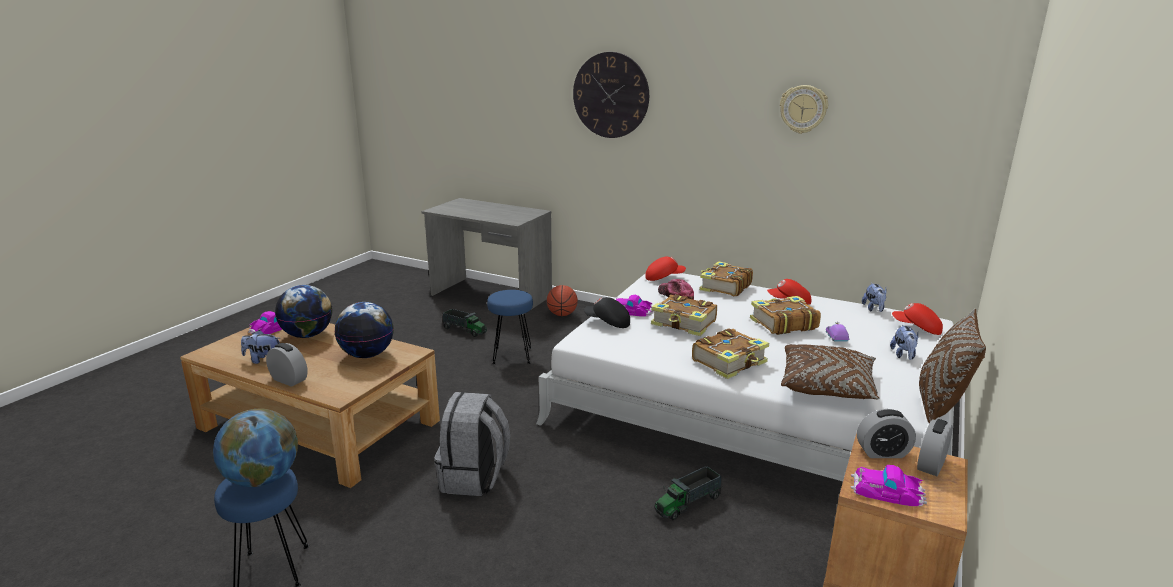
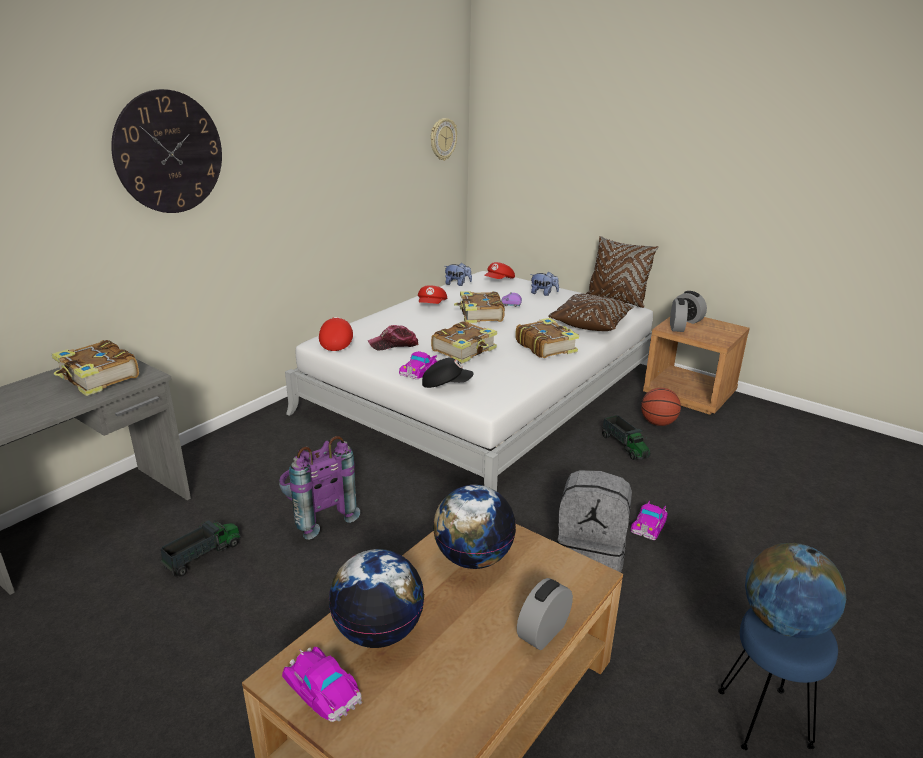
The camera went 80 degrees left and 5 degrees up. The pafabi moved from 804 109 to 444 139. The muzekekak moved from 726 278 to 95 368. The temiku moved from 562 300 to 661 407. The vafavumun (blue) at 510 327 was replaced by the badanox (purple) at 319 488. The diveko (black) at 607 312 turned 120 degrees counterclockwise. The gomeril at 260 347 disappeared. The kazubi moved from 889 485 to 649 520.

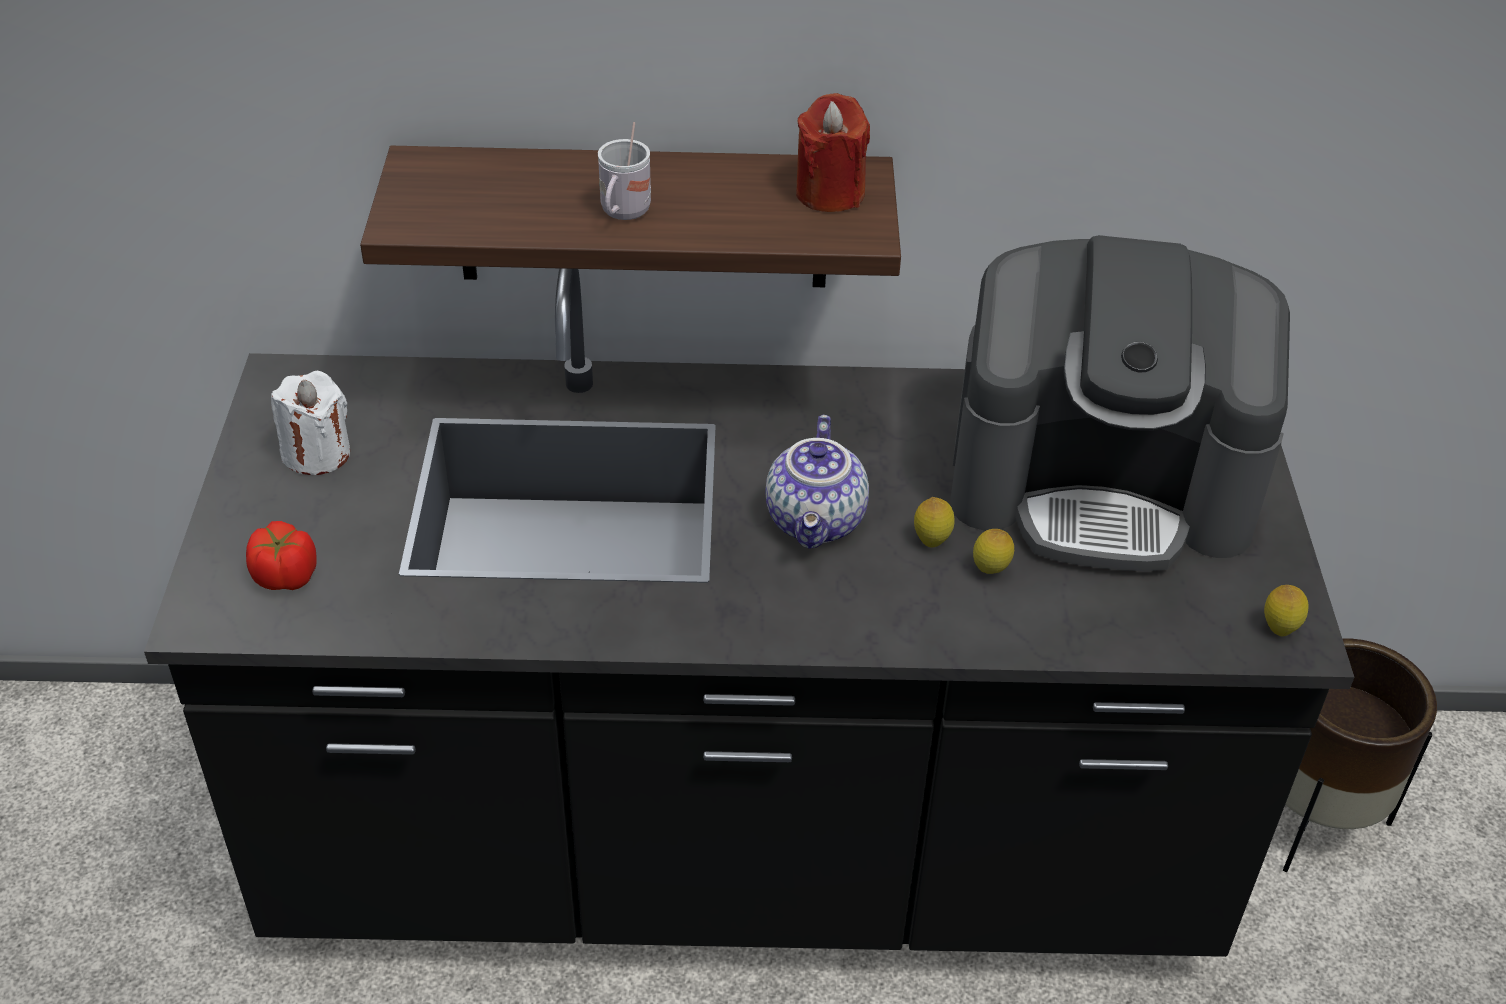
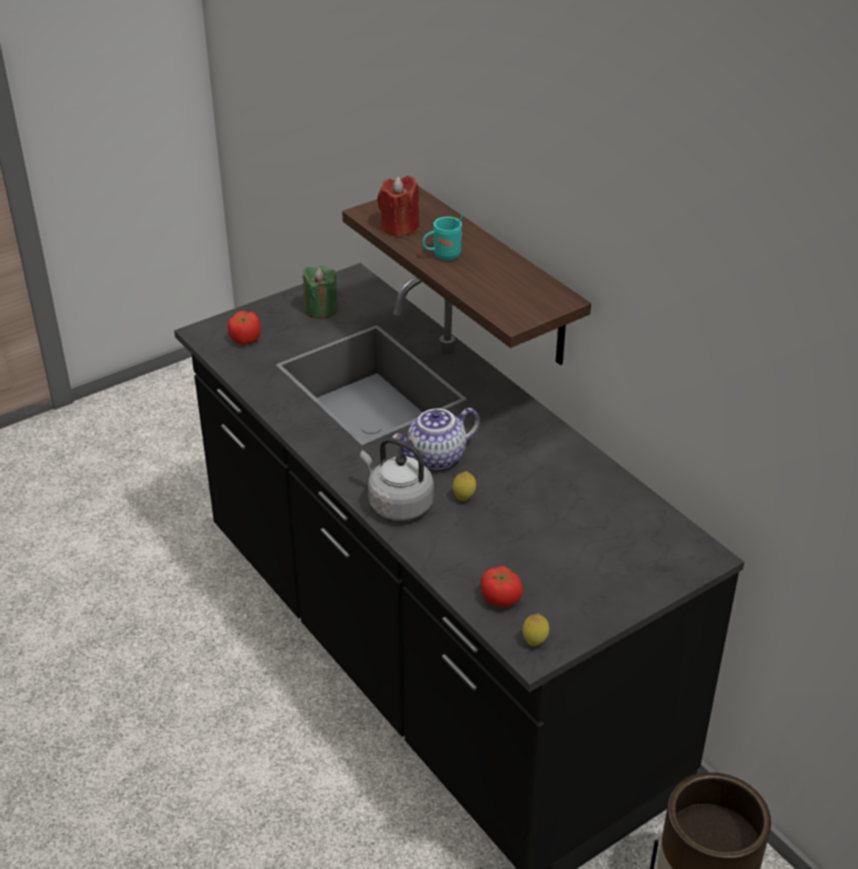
The camera went 55 degrees right and 5 degrees down. The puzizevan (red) moved from 833 152 to 398 206. The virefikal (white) at 624 171 became the virefikal (turquoise) at 443 236. The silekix at 1120 403 disappeared. The puzizevan (white) at 310 423 became the puzizevan (green) at 320 292. The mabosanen at 993 551 disappeared. The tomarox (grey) at 397 479 appeared. The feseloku at 501 586 appeared.

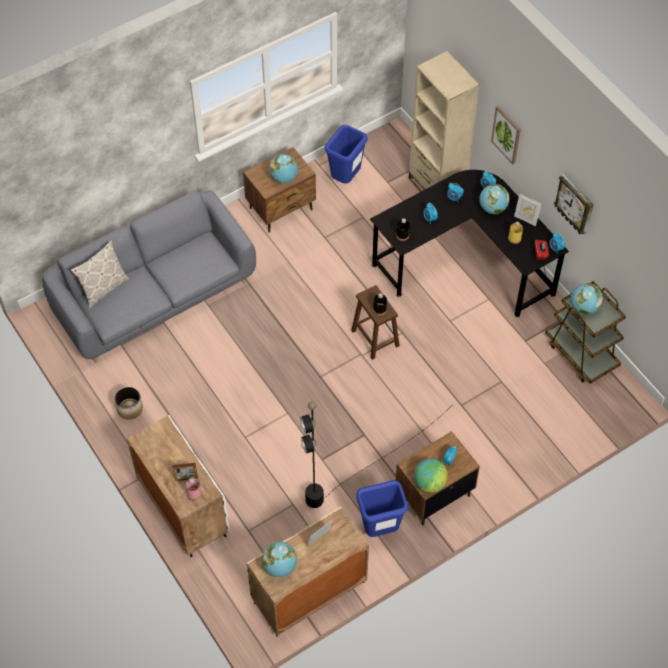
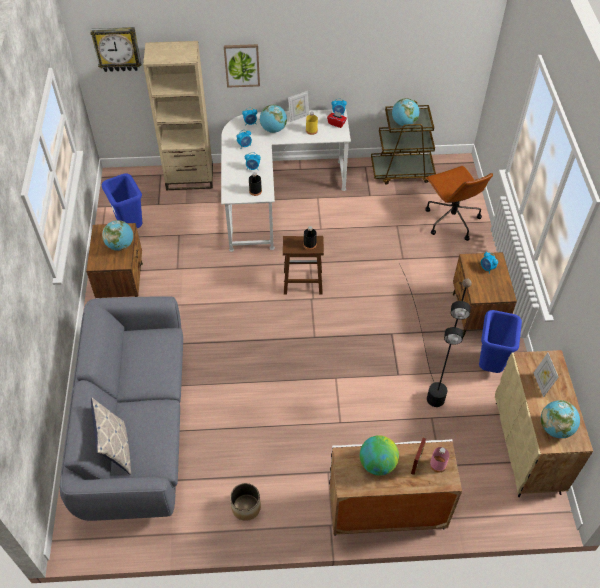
The camera went 60 degrees left and 5 degrees down. The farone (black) at 469 243 became the farone (white) at 286 180. The pafabi moved from 574 204 to 115 49. The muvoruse moved from 431 476 to 379 455. The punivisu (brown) at 459 203 appeared.

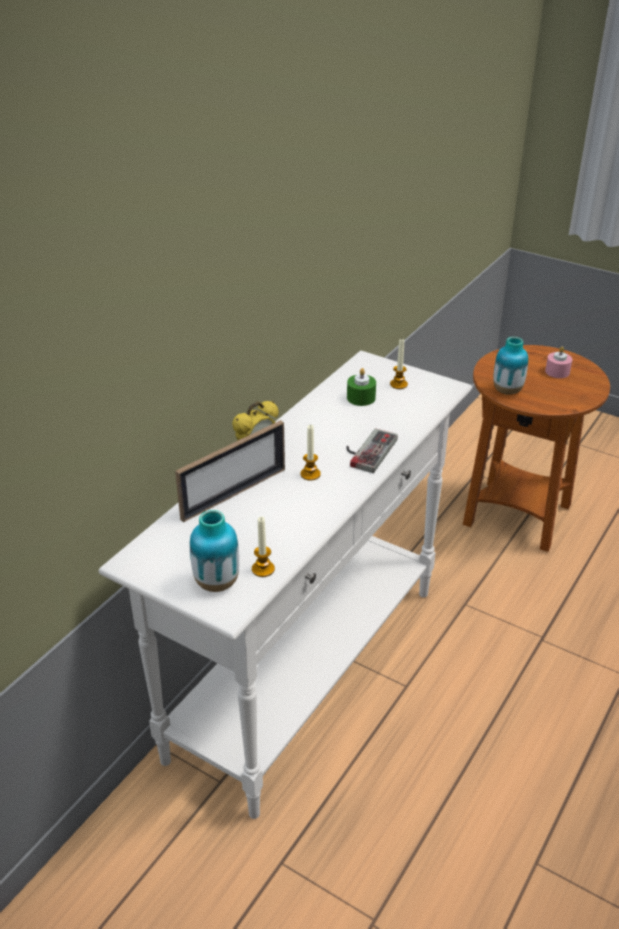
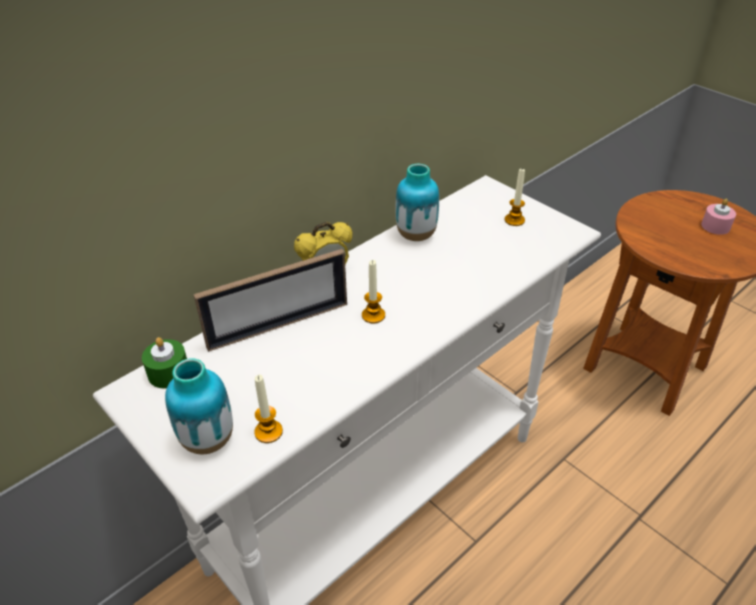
The camera went 15 degrees right and 5 degrees up. The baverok moved from 510 366 to 417 202. The puzizevan (green) moved from 361 387 to 164 362. The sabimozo at 372 450 disappeared.

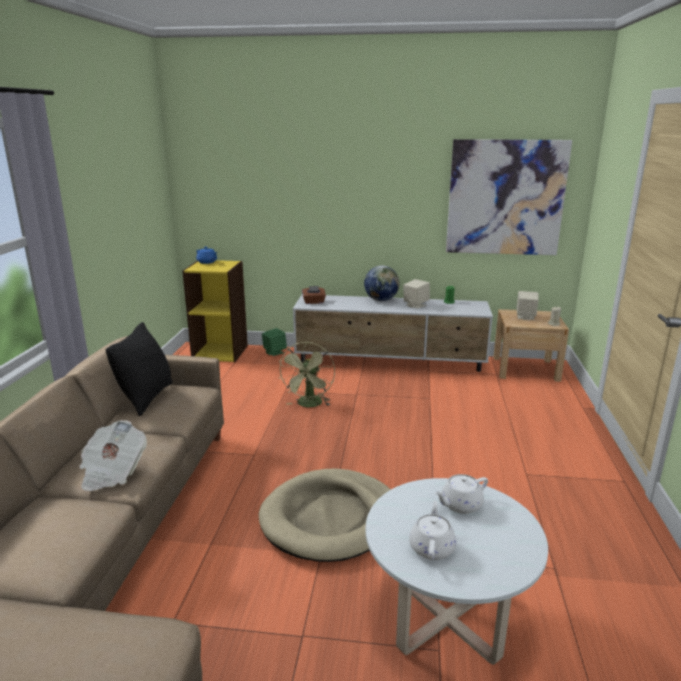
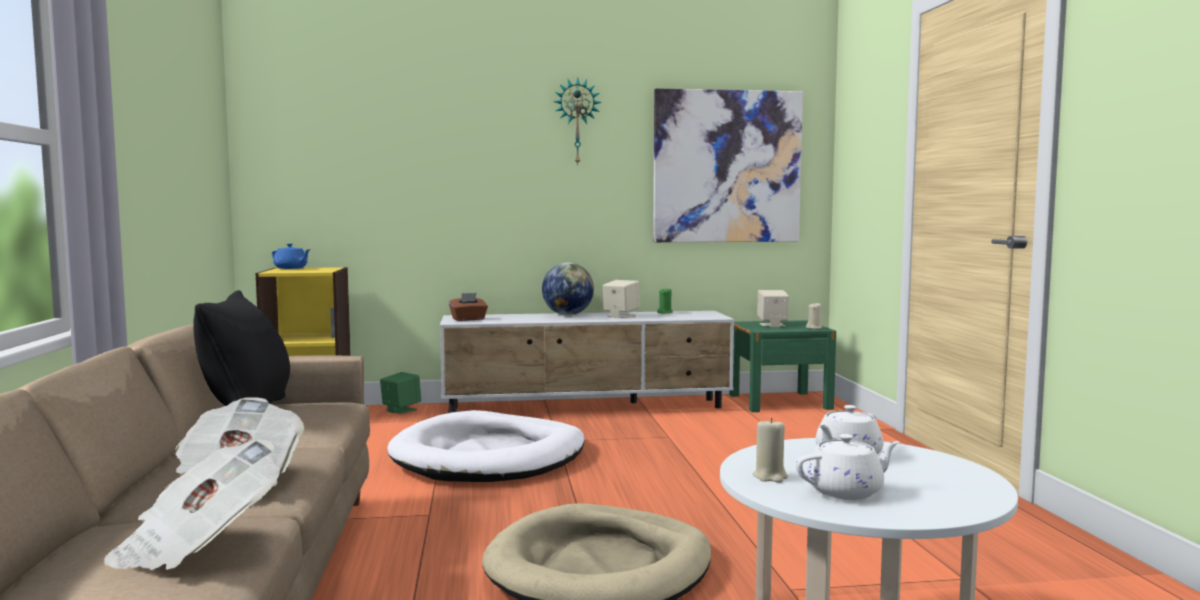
The camera went 15 degrees left and 15 degrees down. The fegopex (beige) at 531 345 became the fegopex (green) at 782 366. The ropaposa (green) at 307 374 was replaced by the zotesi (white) at 486 446. The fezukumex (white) at 432 530 turned 75 degrees clockwise. The pafabi at 577 121 appeared. The puzizevan (beige) at 770 450 appeared. The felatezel at 192 505 appeared.

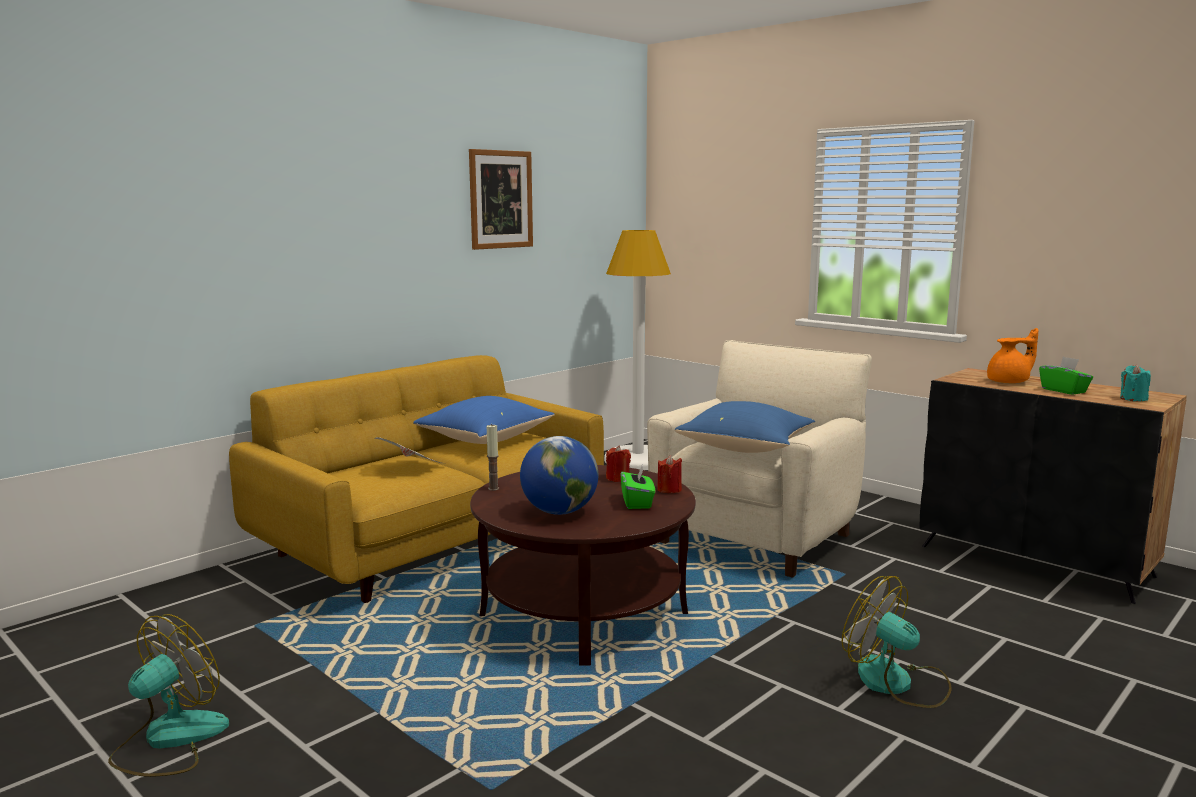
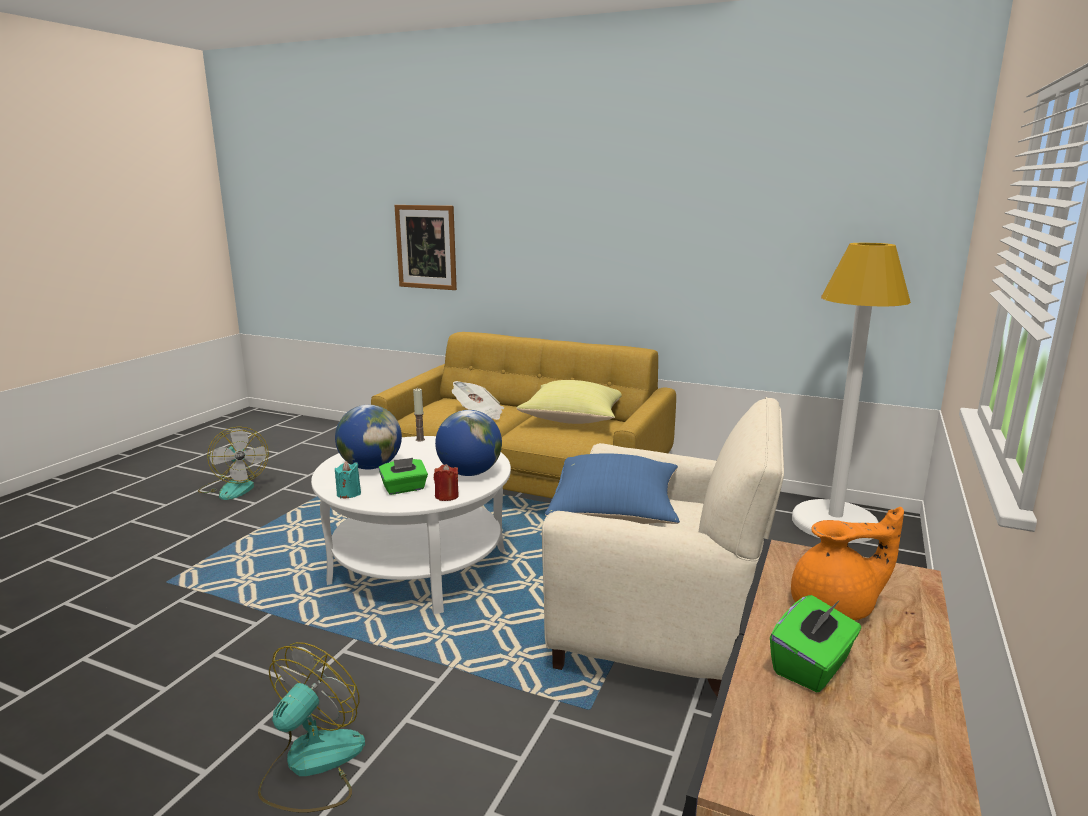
The camera went 70 degrees right and 5 degrees up. The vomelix moved from 501 199 to 425 247. The fezukumex (orange) at 1012 355 turned 60 degrees counterclockwise. The puzizevan (turquoise) moved from 1135 383 to 348 479. The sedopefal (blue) at 483 420 became the sedopefal (yellow) at 569 402. The puzizevan (red) at 618 463 was replaced by the muvoruse at 468 443. The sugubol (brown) at 583 565 became the sugubol (white) at 411 525. The ropaposa at 168 695 turned 45 degrees clockwise.

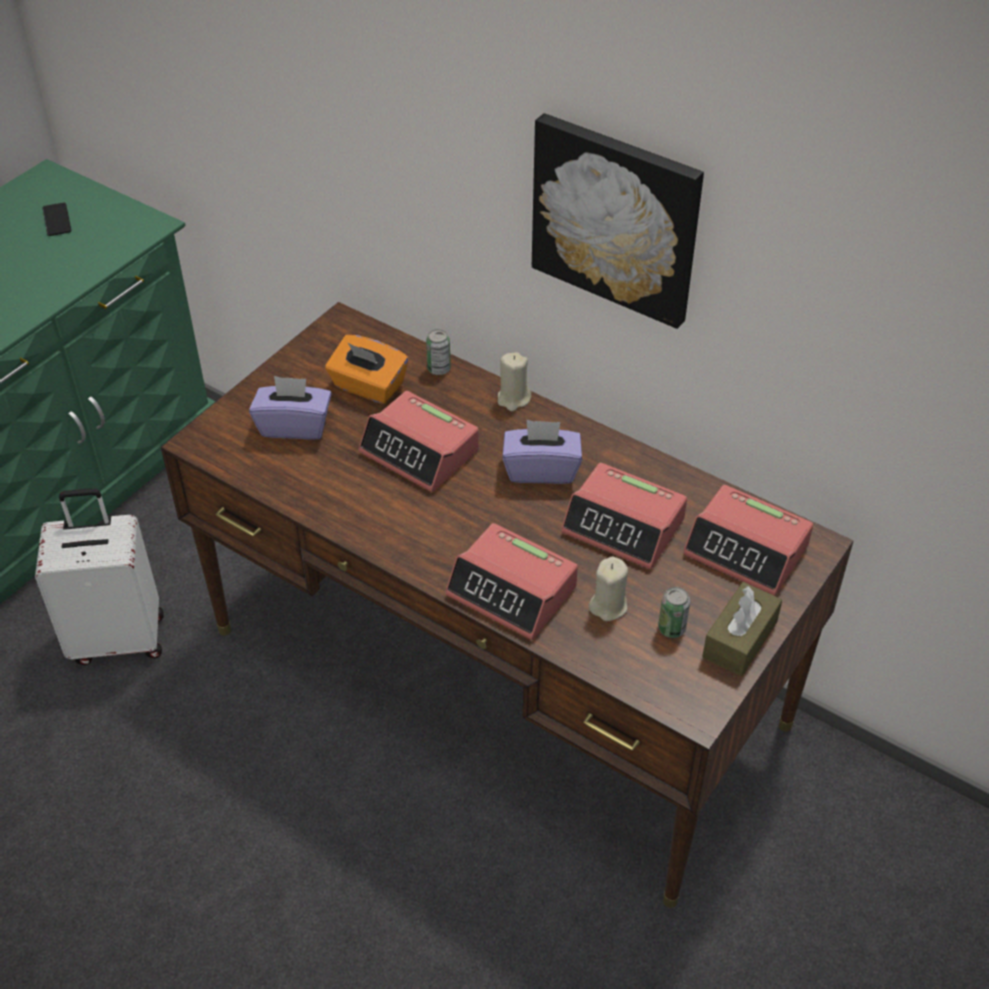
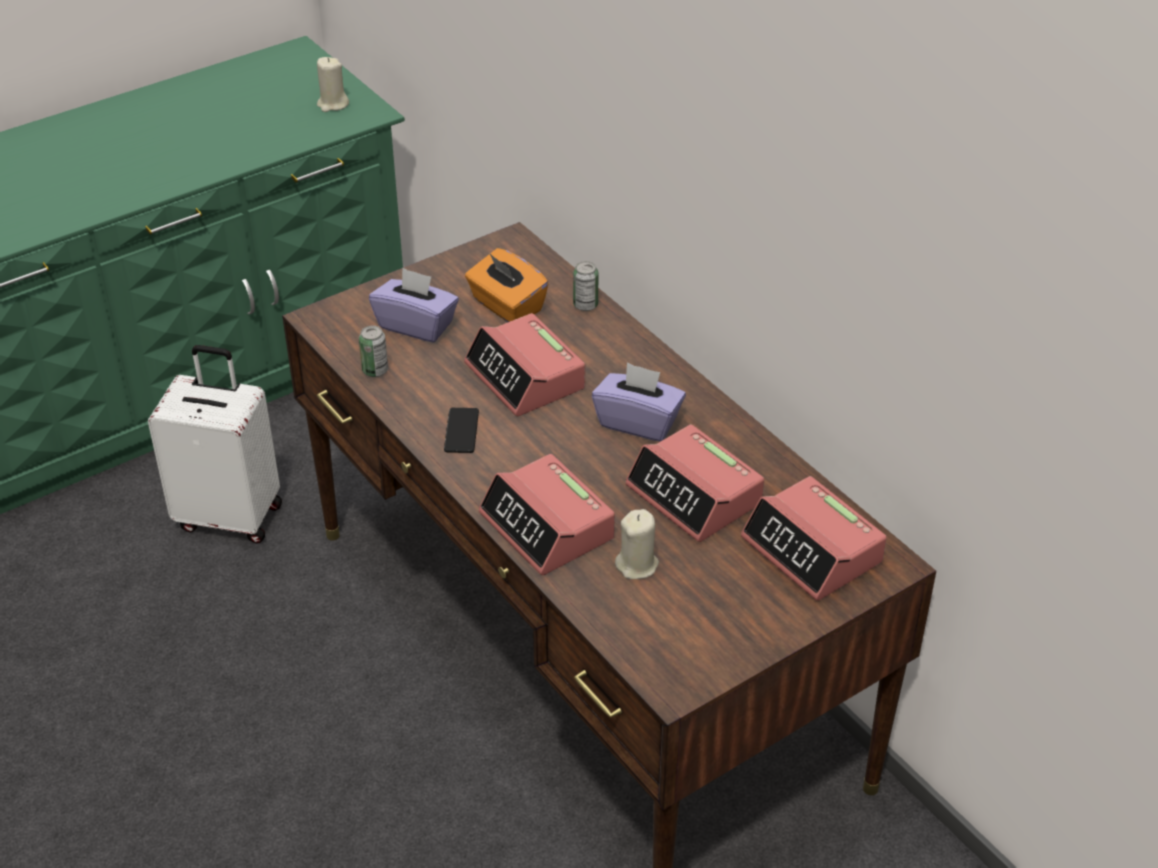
The camera went 20 degrees right and 5 degrees down. The vomelix at 618 221 disappeared. The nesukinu moved from 56 219 to 461 430. The puzizevan (beige) moved from 514 381 to 333 84. The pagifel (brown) at 742 629 disappeared. The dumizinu moved from 674 612 to 373 351.

